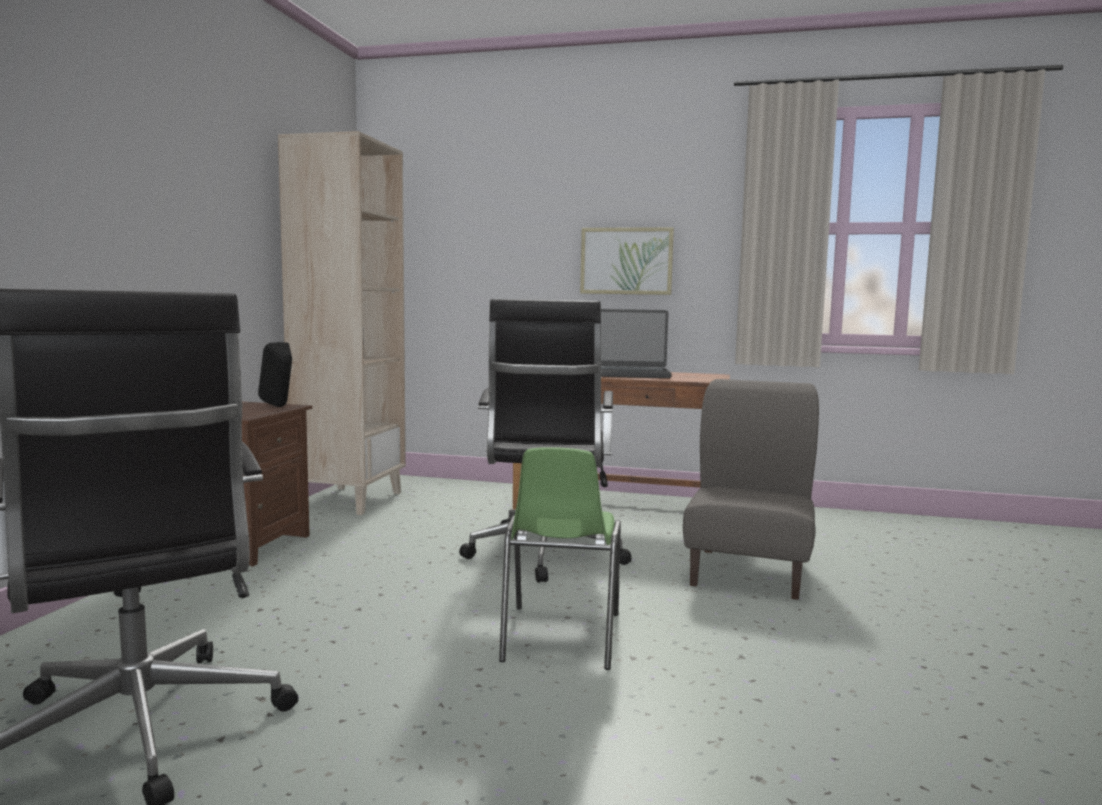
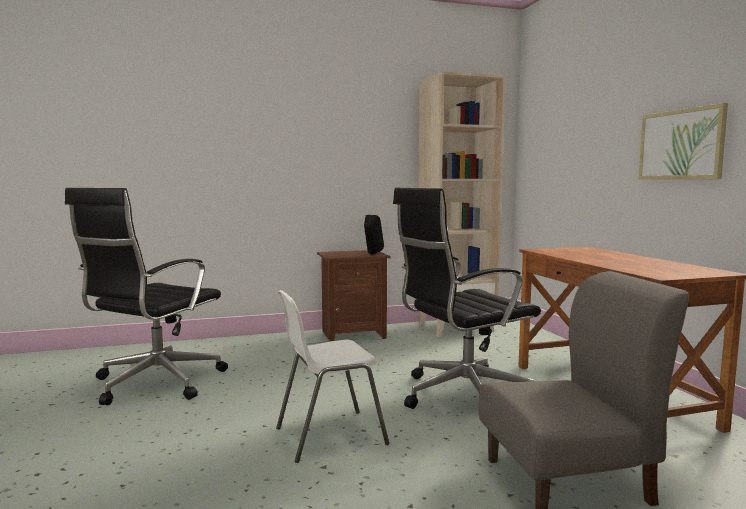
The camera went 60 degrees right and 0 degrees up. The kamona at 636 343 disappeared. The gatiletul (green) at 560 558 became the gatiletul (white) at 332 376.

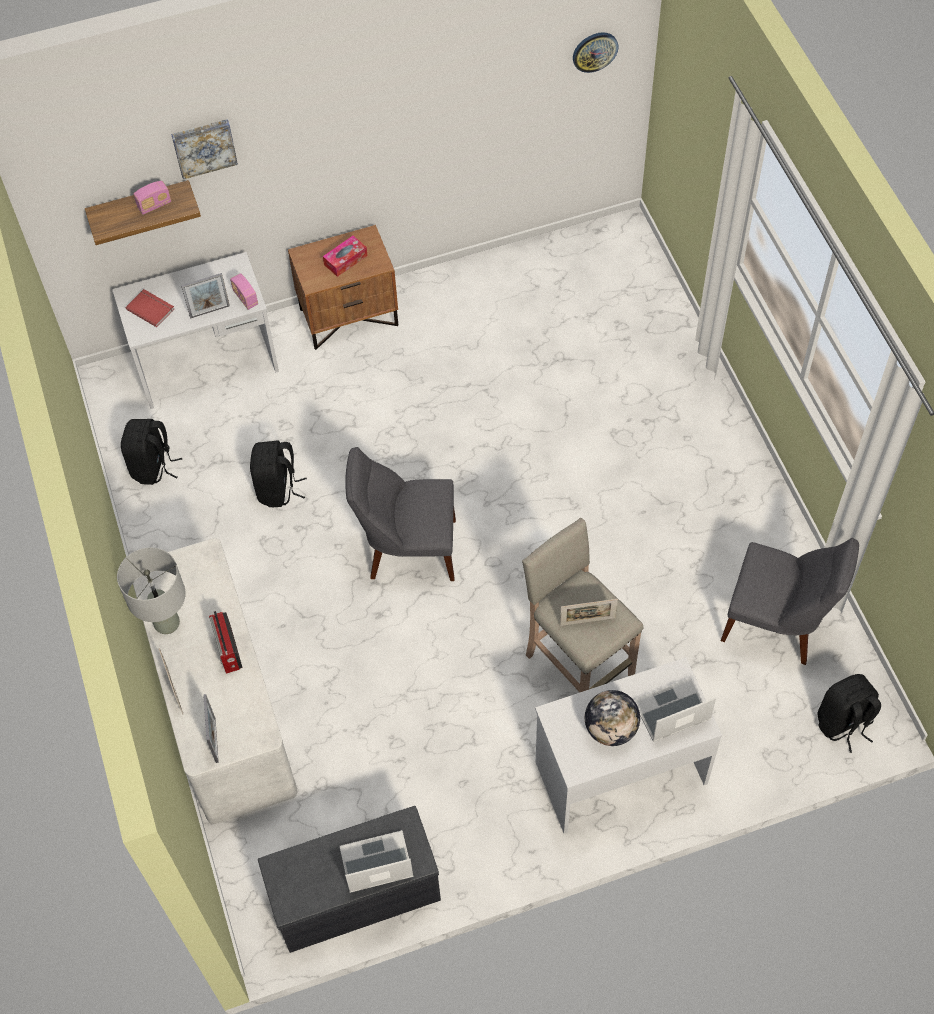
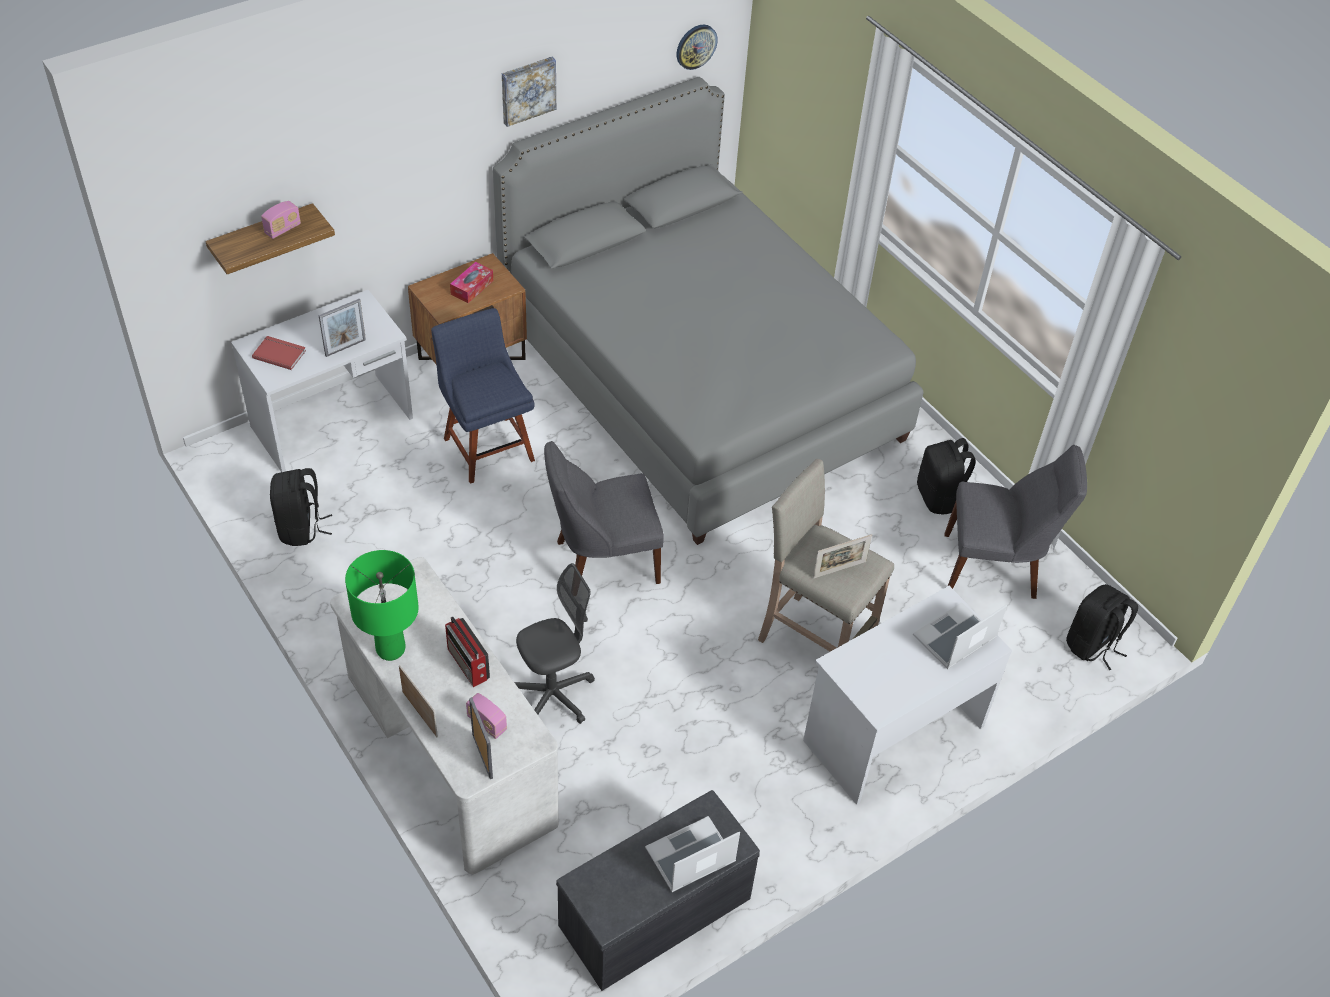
The camera went 20 degrees left and 10 degrees down. The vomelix moved from 204 149 to 529 92. The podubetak moved from 244 291 to 486 716. The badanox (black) moved from 278 474 to 946 476. The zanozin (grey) at 151 590 became the zanozin (green) at 382 605. The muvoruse at 612 718 disappeared. The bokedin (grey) at 708 311 appeared. The gatiletul (blue) at 483 396 appeared. The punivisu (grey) at 554 643 appeared.

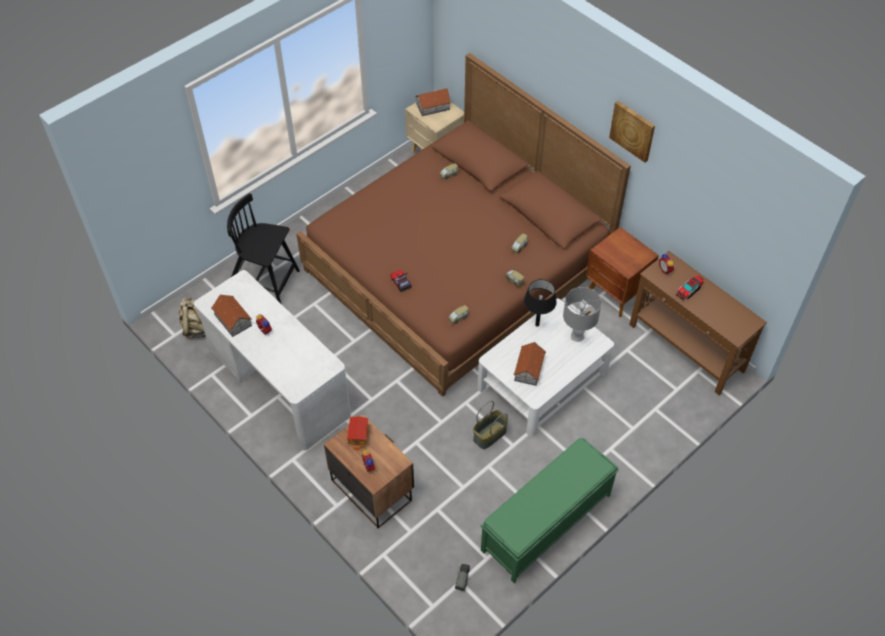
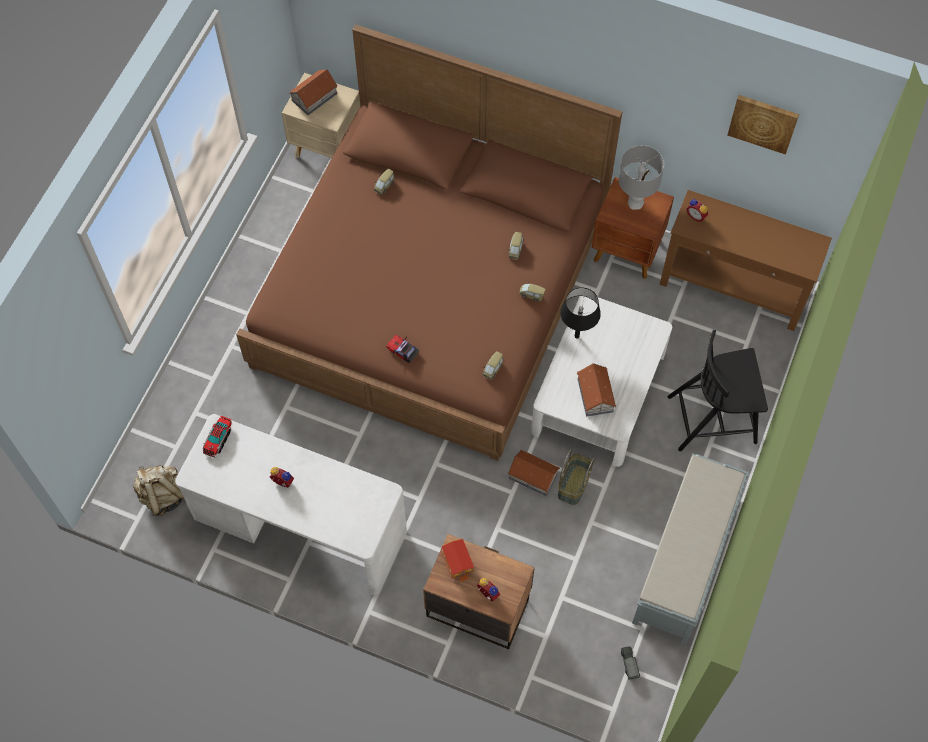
The camera went 25 degrees left and 10 degrees up. The vomelix moved from 632 131 to 763 124. The gatiletul (black) moved from 263 248 to 718 390. The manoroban moved from 690 288 to 217 437. The zanozin (grey) moved from 582 314 to 641 177. The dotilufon moved from 231 316 to 534 473. The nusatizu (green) at 550 510 became the nusatizu (grey) at 690 549.

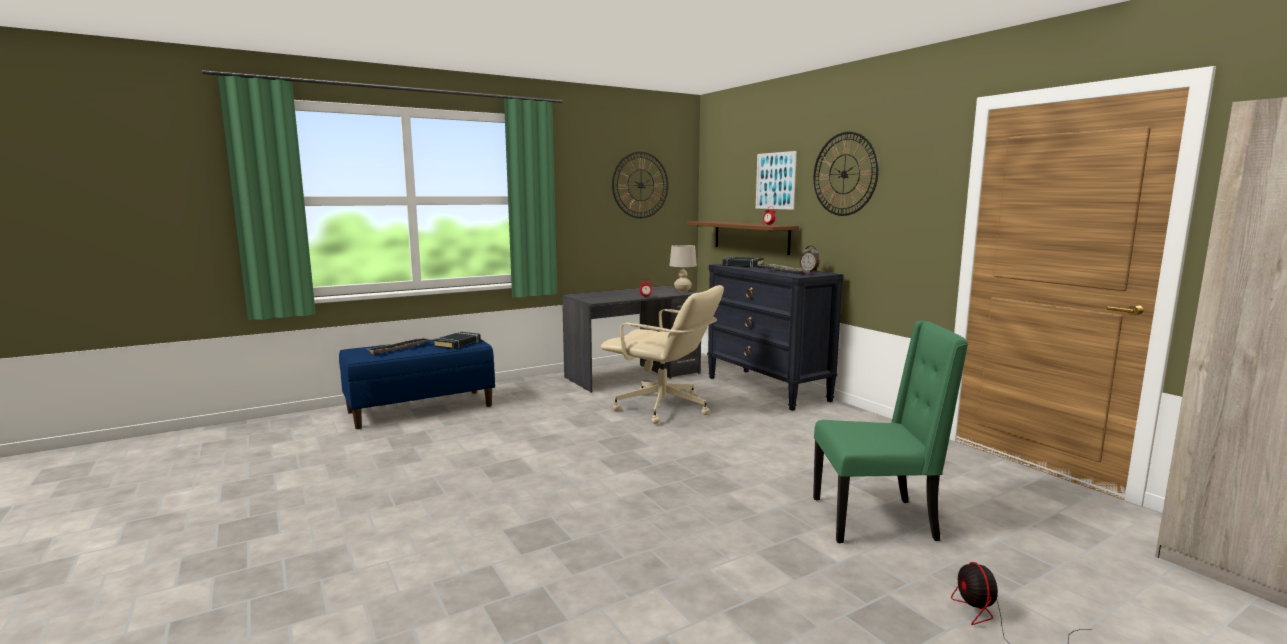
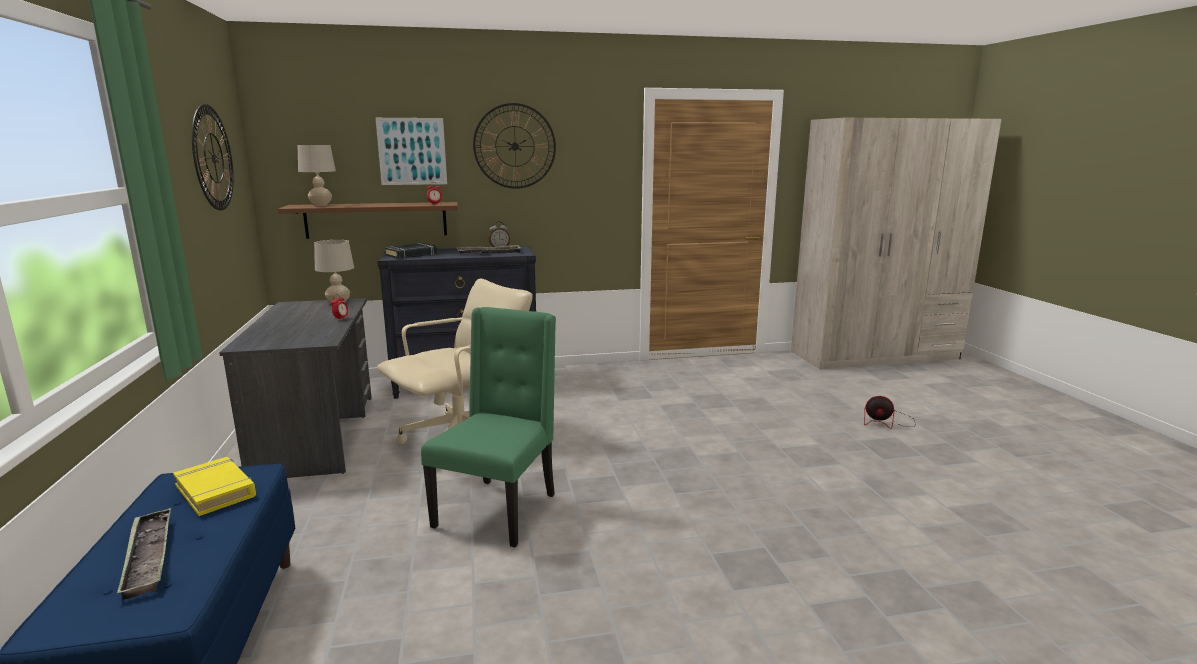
The camera went 70 degrees left and 5 degrees up. The gatiletul (green) moved from 890 432 to 488 427. The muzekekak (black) at 457 340 became the muzekekak (yellow) at 214 486. The zanozin (beige) at 317 175 appeared.

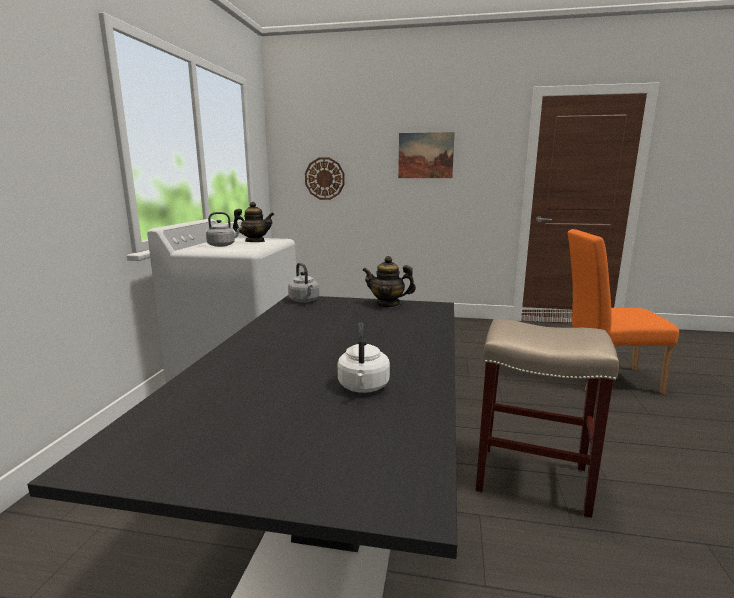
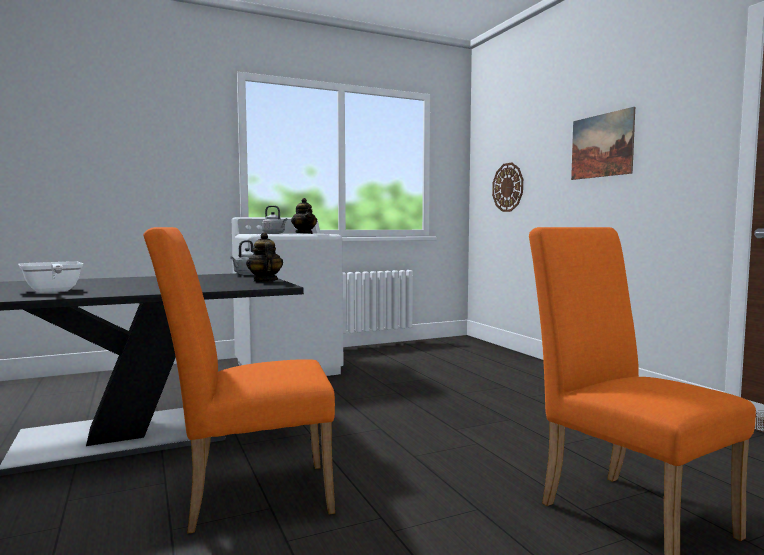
The camera went 55 degrees right and 10 degrees down. The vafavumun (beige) at 547 418 was replaced by the gatiletul (orange) at 239 380. The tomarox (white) at 364 358 was replaced by the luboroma at 50 277.

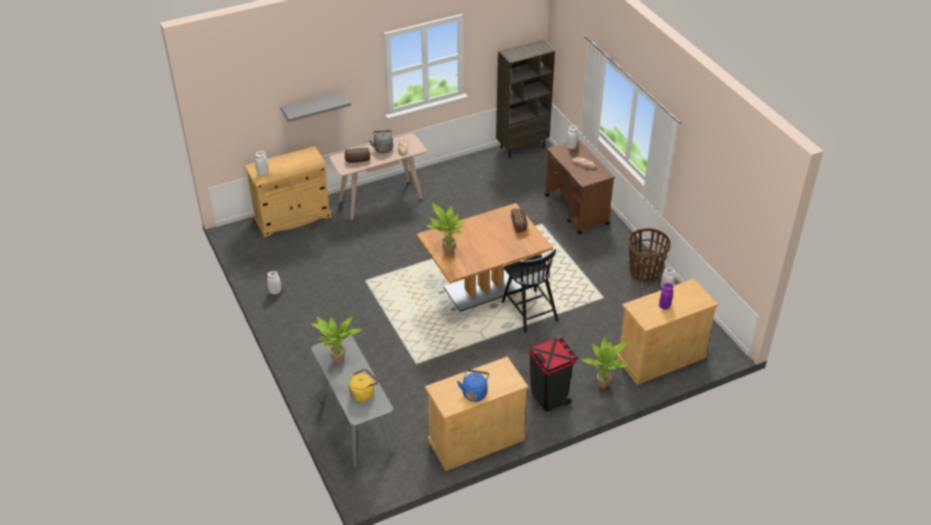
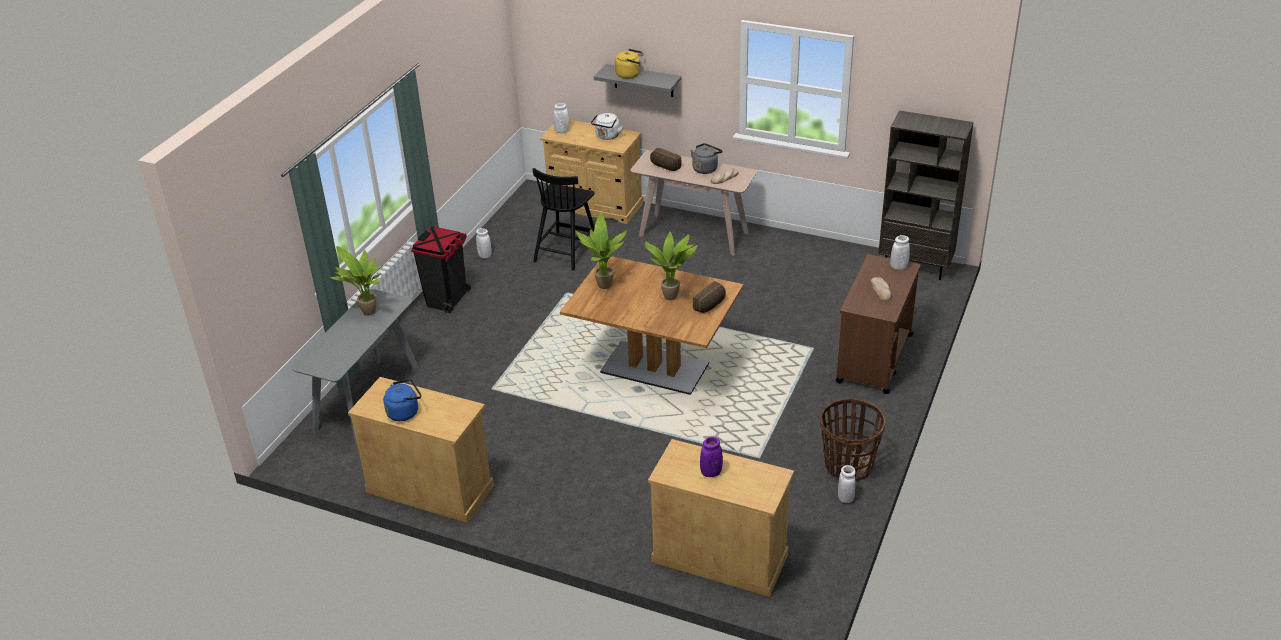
The camera went 50 degrees right and 5 degrees down. The gatiletul (black) moved from 530 290 to 564 219. The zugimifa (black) moved from 553 374 to 441 270. The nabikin moved from 605 362 to 671 266. The tomarox (yellow) moved from 363 385 to 629 64. The tomarox (white) at 607 126 appeared.

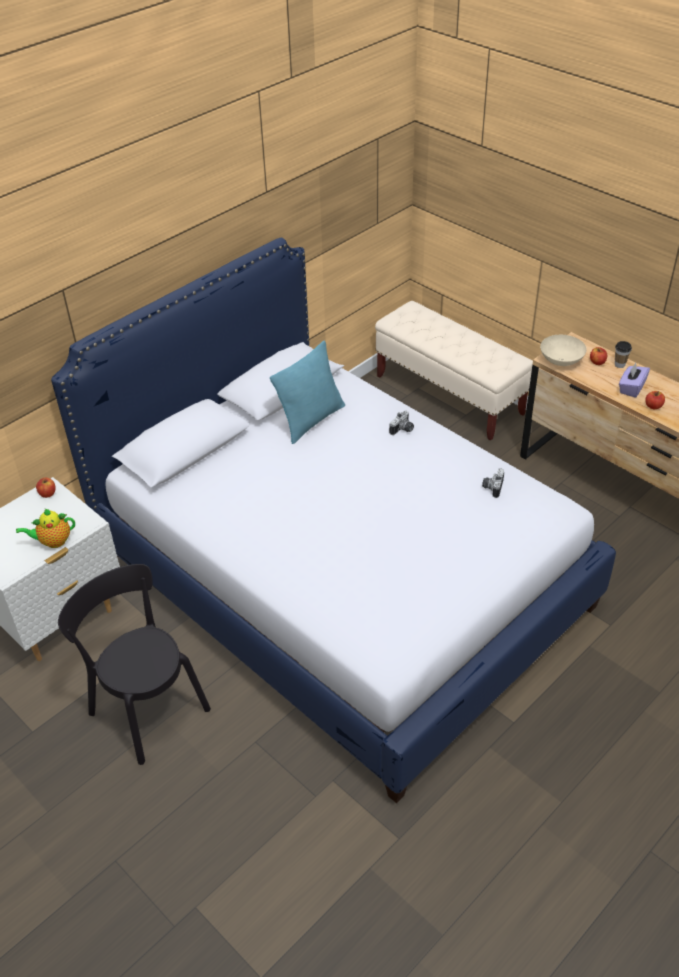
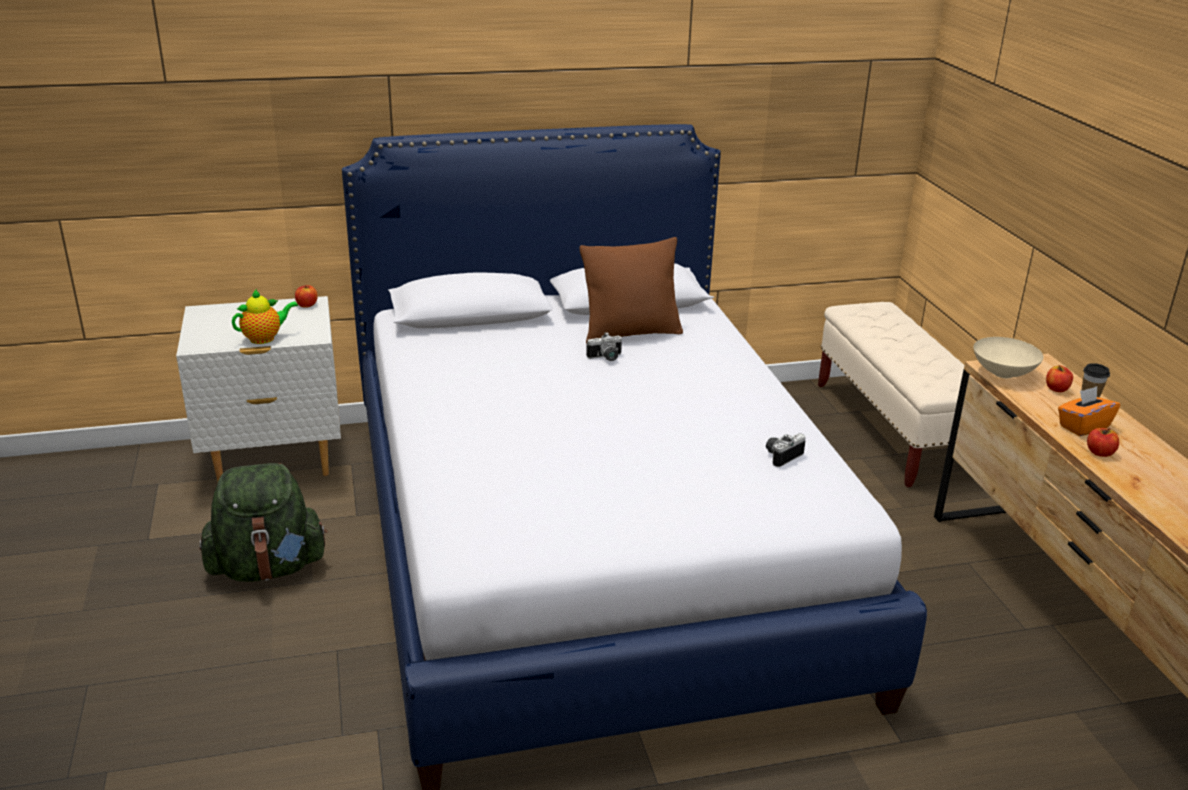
The camera went 30 degrees right and 15 degrees down. The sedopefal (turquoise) at 307 392 became the sedopefal (brown) at 631 290. The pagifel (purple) at 634 380 became the pagifel (orange) at 1089 411. The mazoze moved from 401 423 to 604 346. The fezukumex at 45 528 turned 135 degrees clockwise. The gatiletul (black) at 134 664 was replaced by the badanox (green) at 264 522.

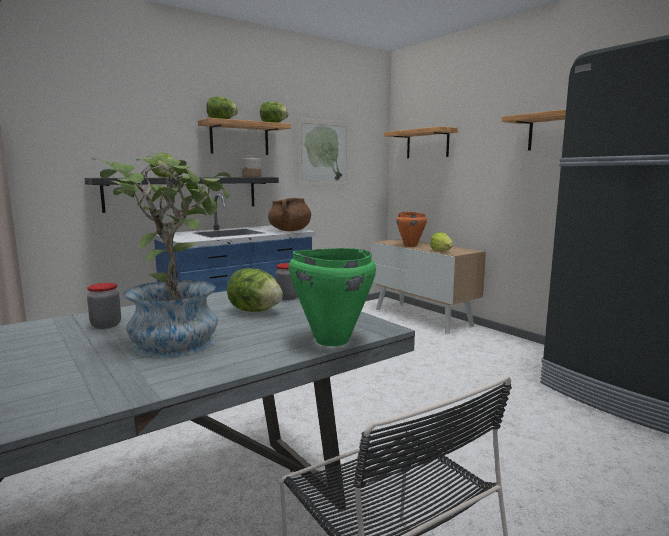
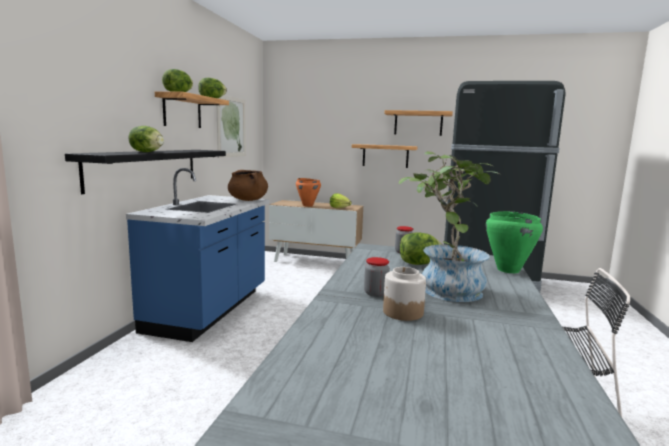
The camera went 40 degrees left and 0 degrees up. The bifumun moved from 421 142 to 384 156. The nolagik moved from 251 166 to 404 294.

